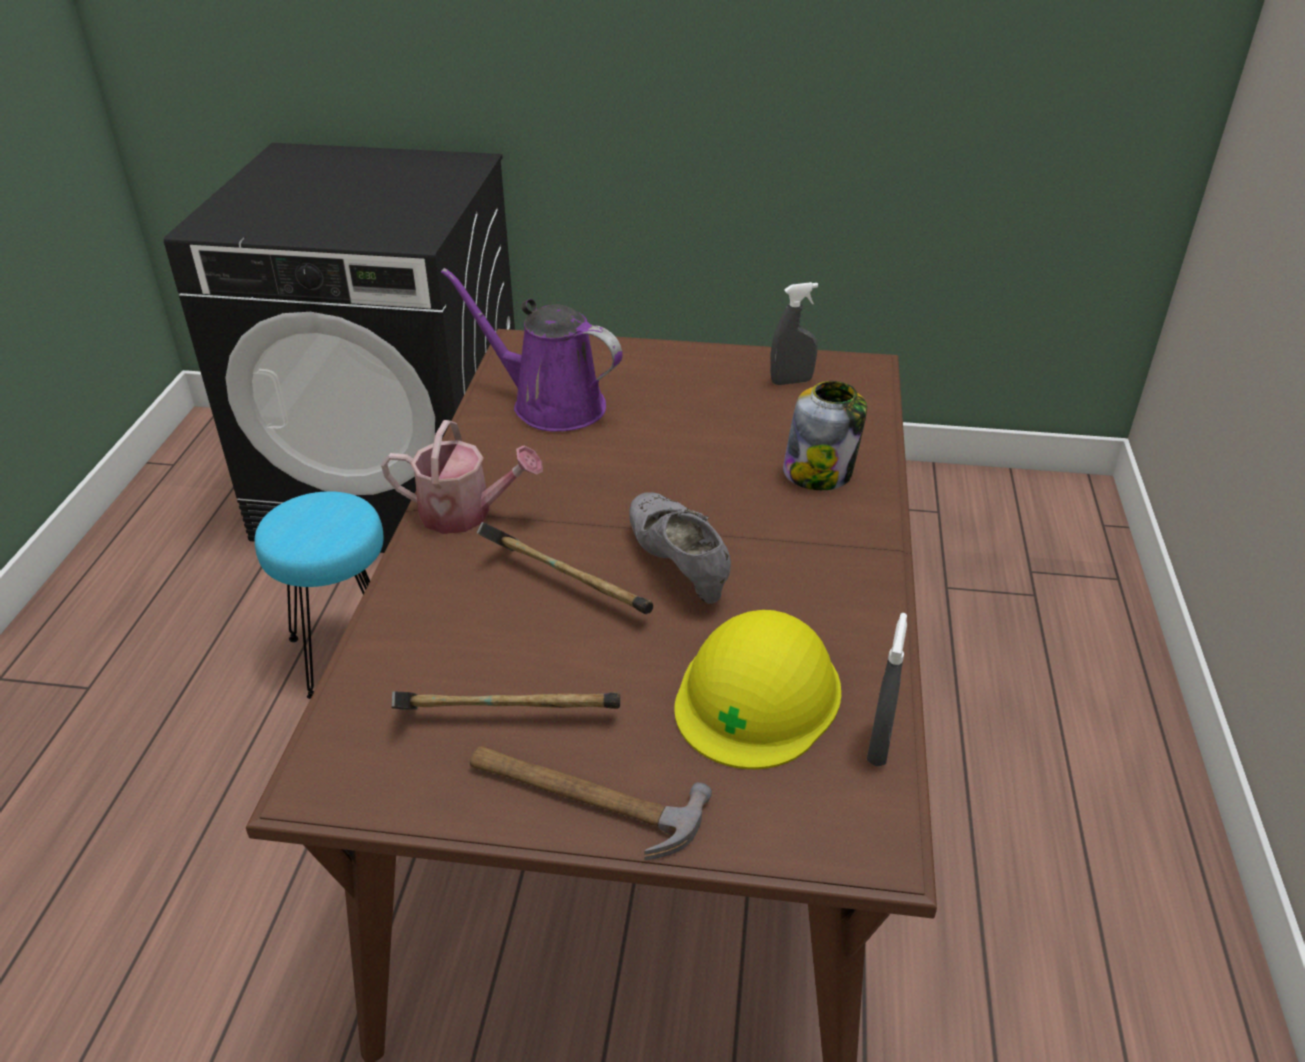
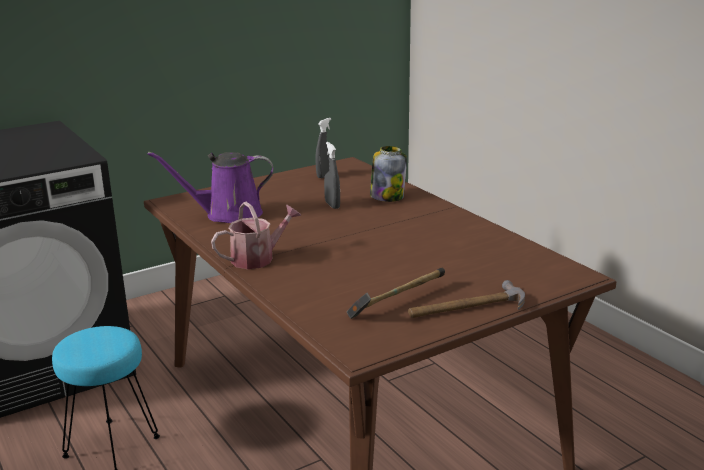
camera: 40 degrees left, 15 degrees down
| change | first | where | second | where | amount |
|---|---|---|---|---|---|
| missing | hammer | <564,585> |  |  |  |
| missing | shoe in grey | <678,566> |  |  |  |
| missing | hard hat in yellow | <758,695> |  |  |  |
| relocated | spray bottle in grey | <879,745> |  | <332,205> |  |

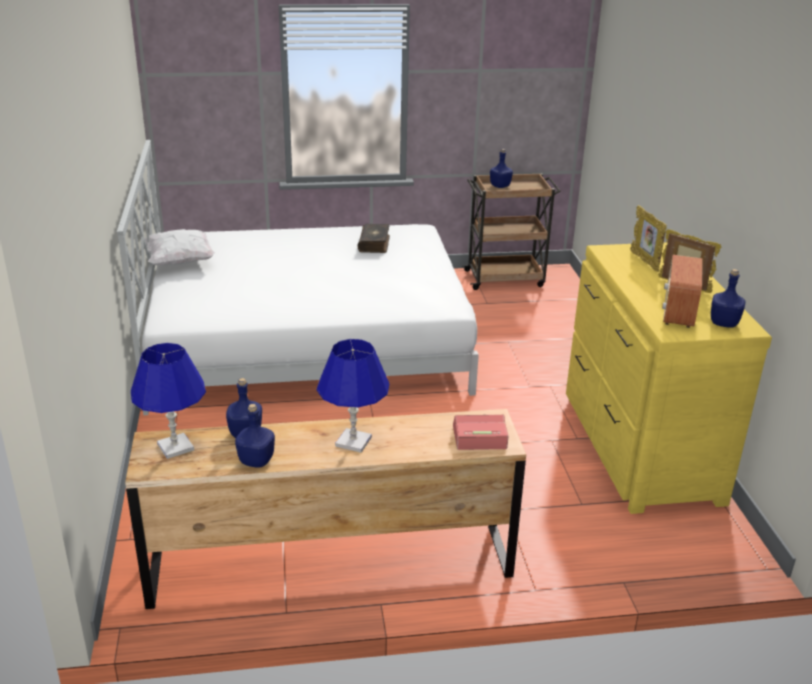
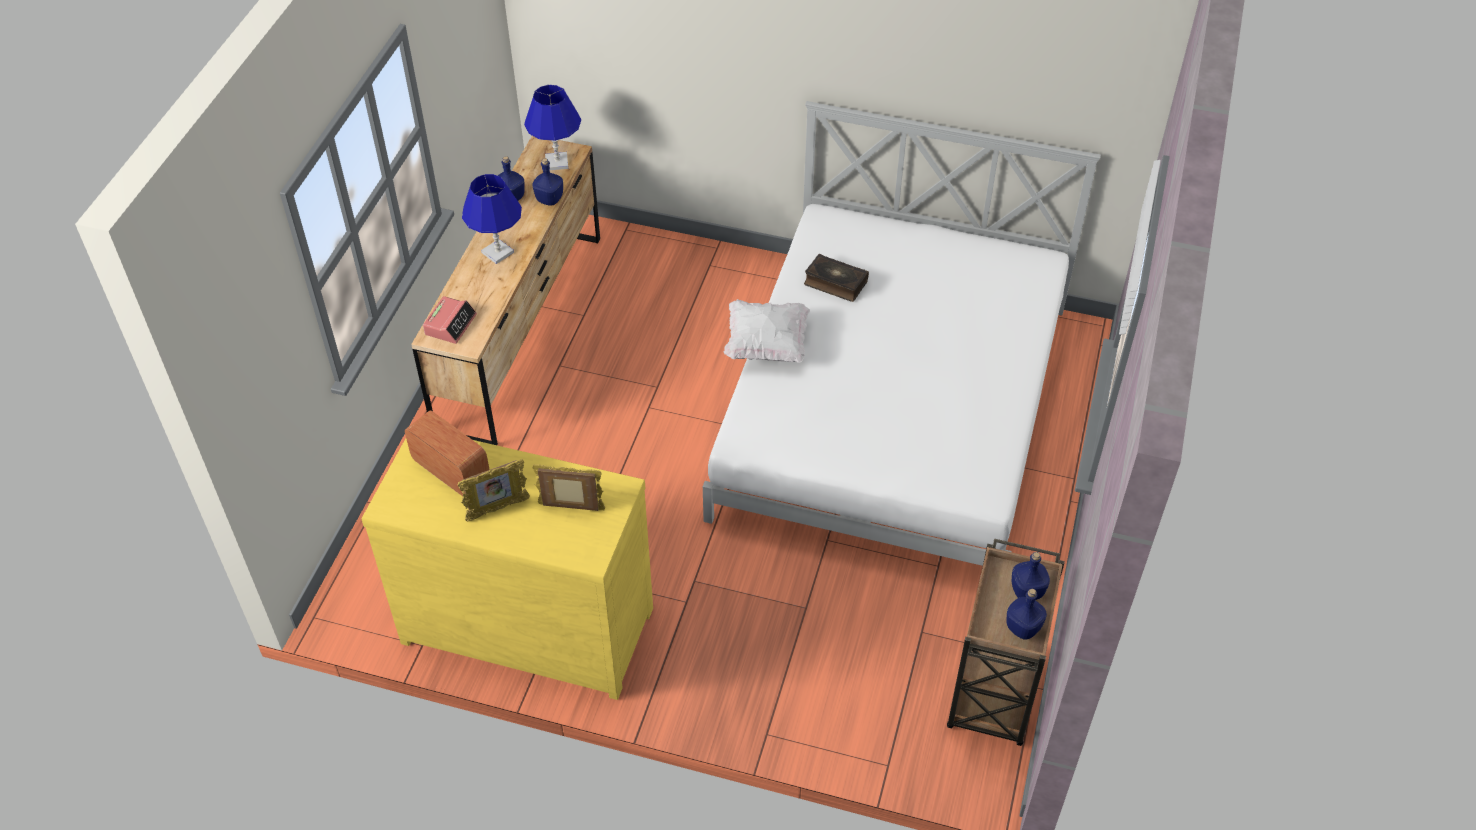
camera: 115 degrees right, 20 degrees up
| change | first | where | second | where | amount |
|---|---|---|---|---|---|
| relocated | pillow in white | <180,262> |  | <766,344> |  |
| relocated | book | <375,244> |  | <835,283> |  |
| relocated | bottle in blue | <723,323> |  | <1023,628> |  |

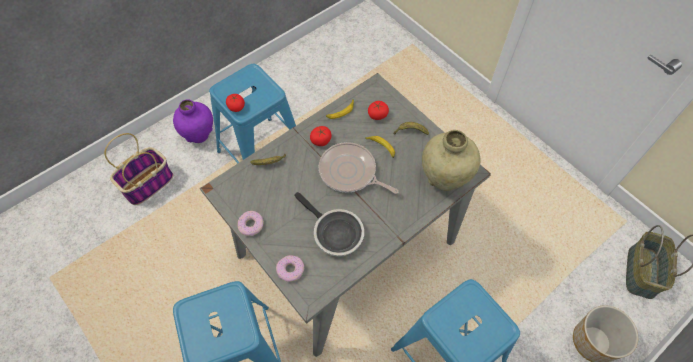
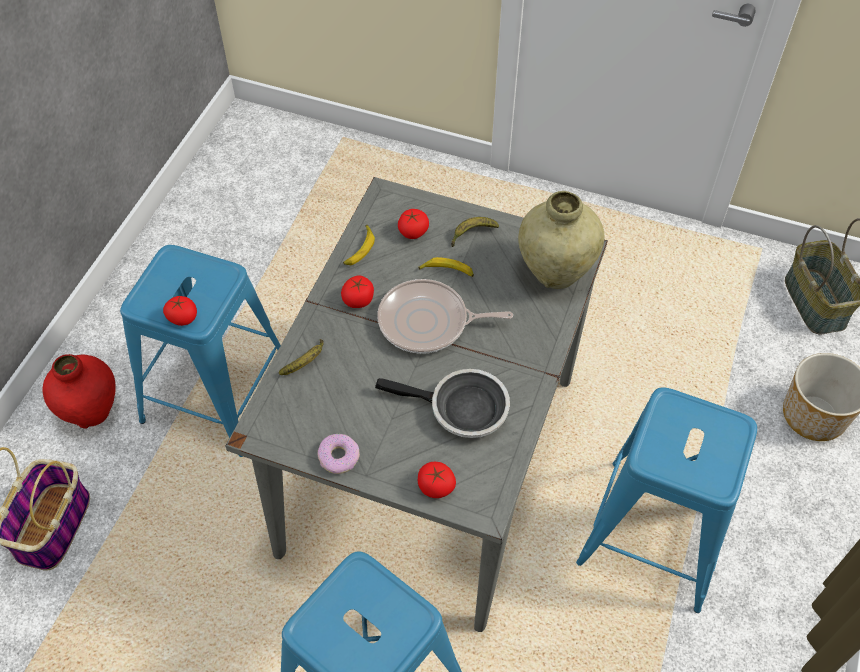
camera: 30 degrees left, 5 degrees down
| change | first | where | second | where | amount |
|---|---|---|---|---|---|
| colour | vase in purple | <199,134> | vase in red | <91,411> |  |
| exchanged | donut | <290,270> | tomato | <436,486> |  |

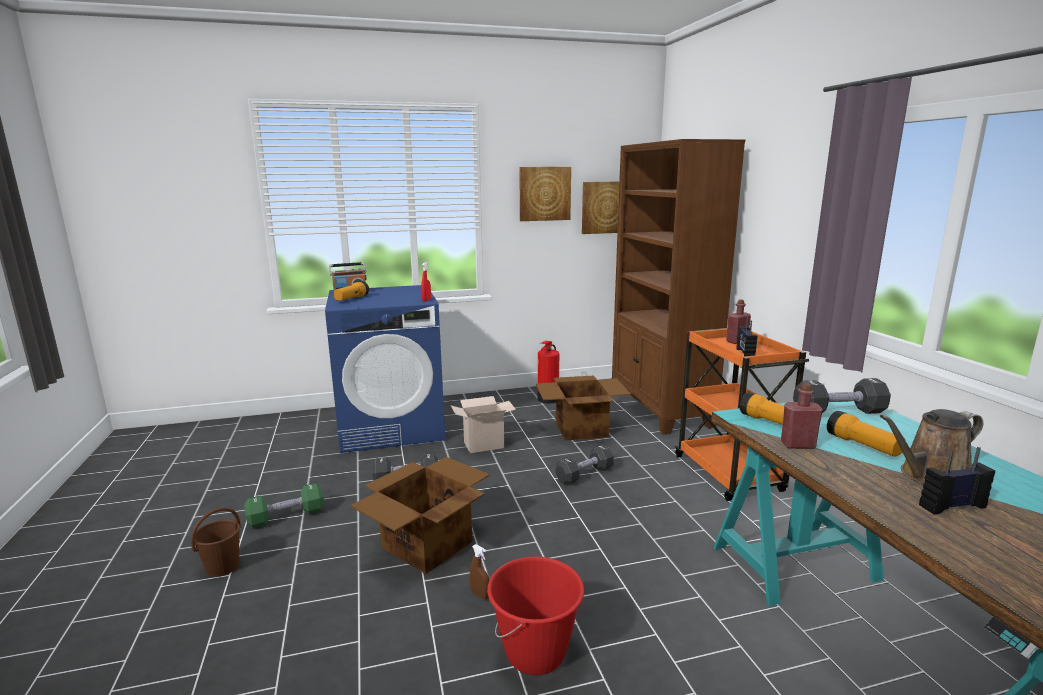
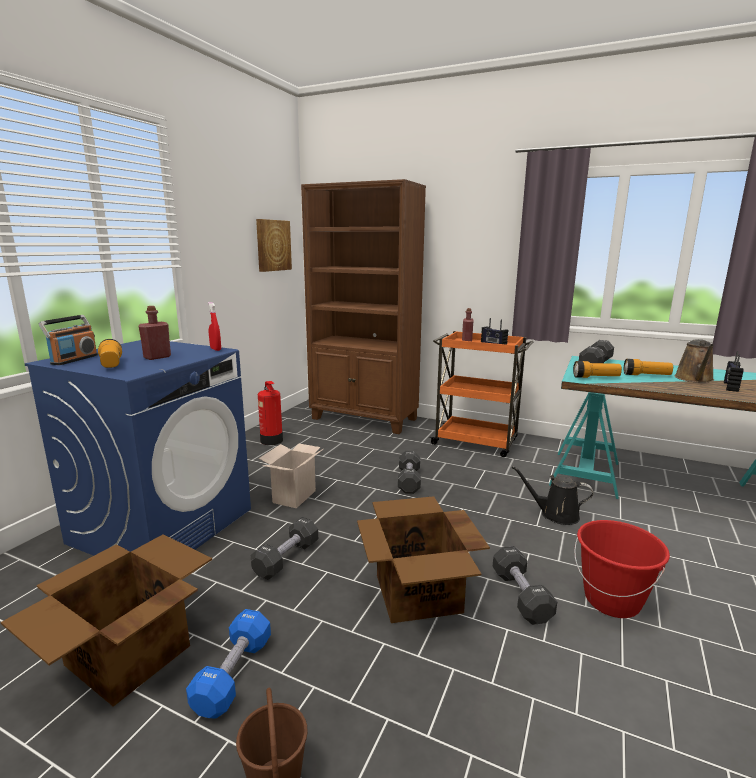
camera: 50 degrees left, 0 degrees up
| change | first | where | second | where | amount |
|---|---|---|---|---|---|
| colour | dumbbell in green | <286,516> | dumbbell in blue | <233,674> |  |
| exchanged | spray bottle in brown | <480,595> | dumbbell in black | <521,596> |  |
| missing | picture | <544,193> |  |  |  |
| relocated | cardboard box | <580,429> |  | <126,656> |  |
| relocated | bottle in red | <798,445> |  | <157,357> |  |
| appeared |  |  | watering can in black | <555,514> |  |

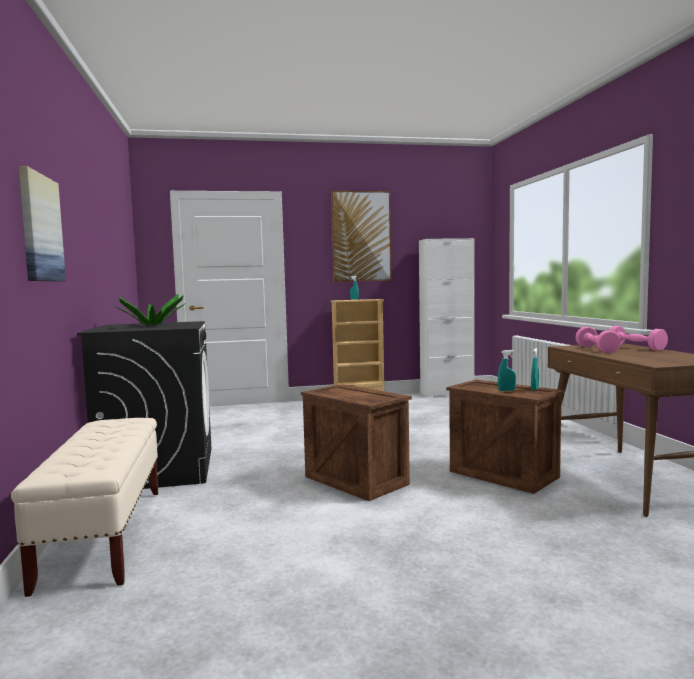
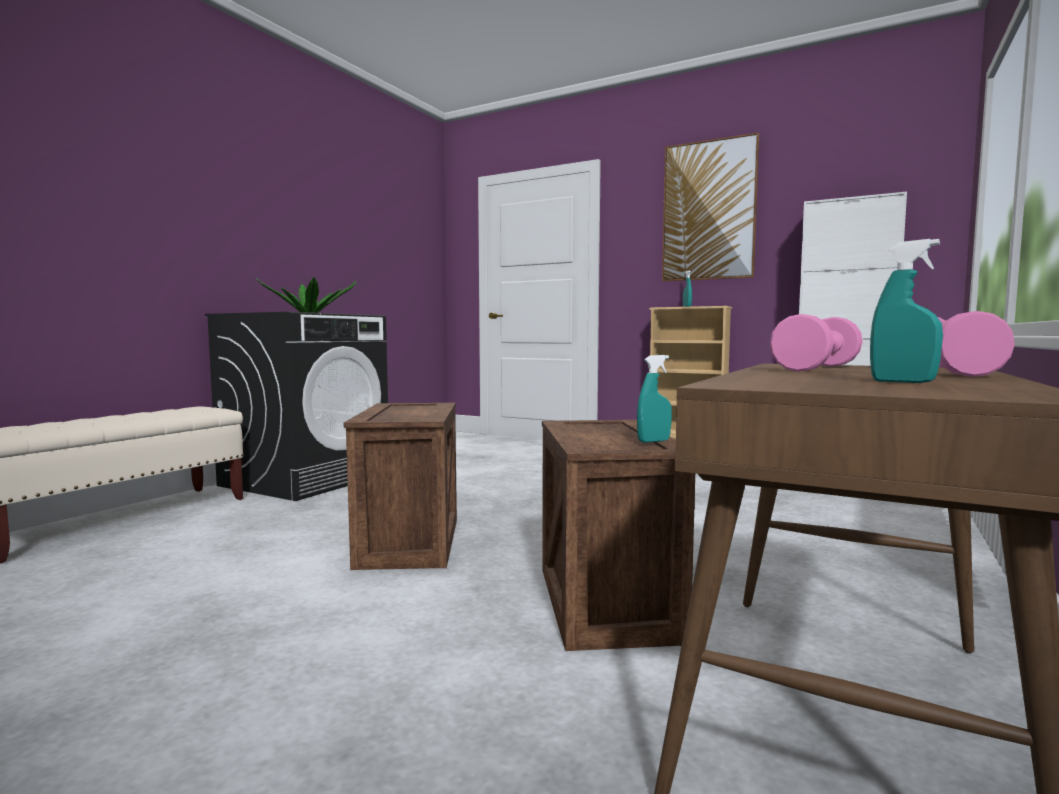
camera: 40 degrees right, 0 degrees up
| change | first | where | second | where | amount |
|---|---|---|---|---|---|
| missing | picture | <40,228> |  |  |  |
| relocated | spray bottle in turquoise | <506,390> |  | <902,382> |  |

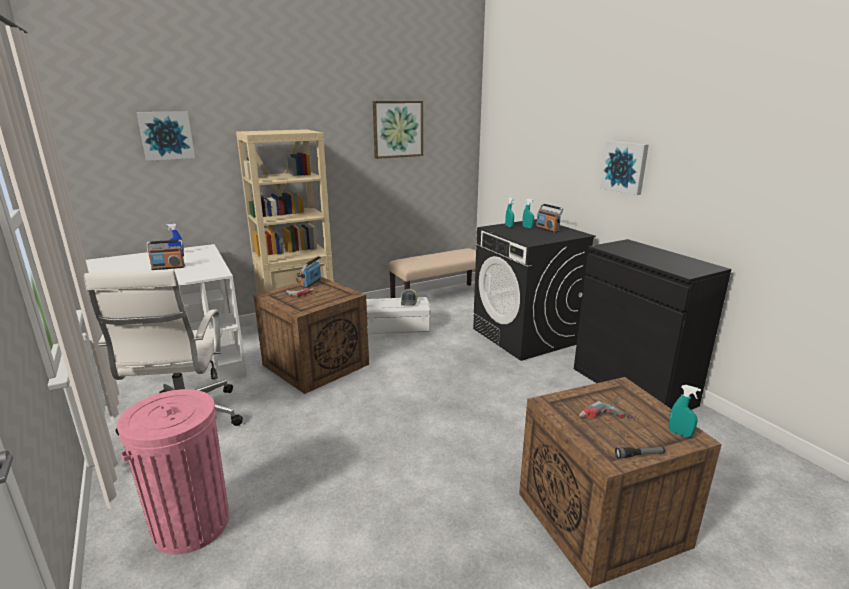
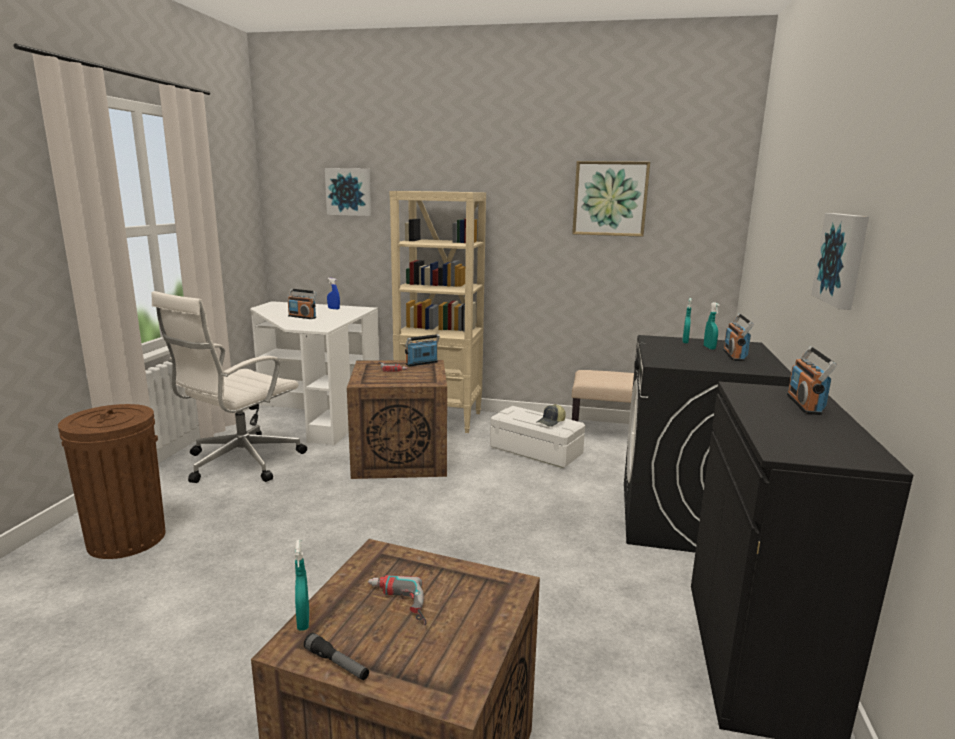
camera: 40 degrees right, 5 degrees down
| change | first | where | second | where | amount |
|---|---|---|---|---|---|
| colour | trash can in pink | <191,524> | trash can in brown | <127,538> |  |
| relocated | spray bottle in turquoise | <680,433> |  | <303,621> |  |
| appeared |  |  | radio | <804,404> |  |

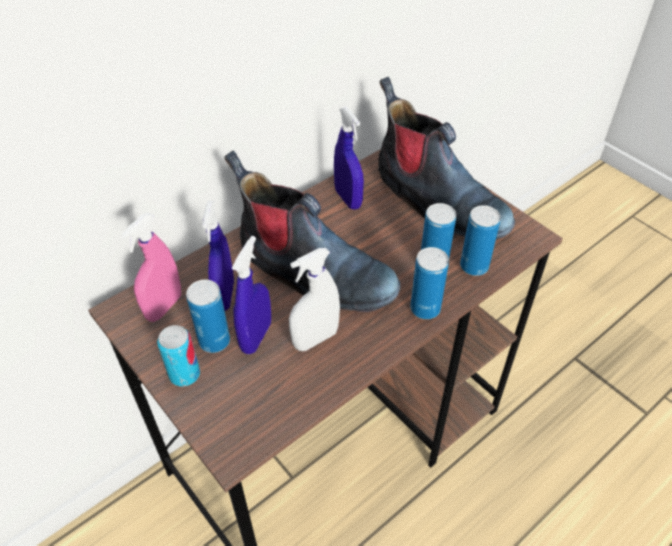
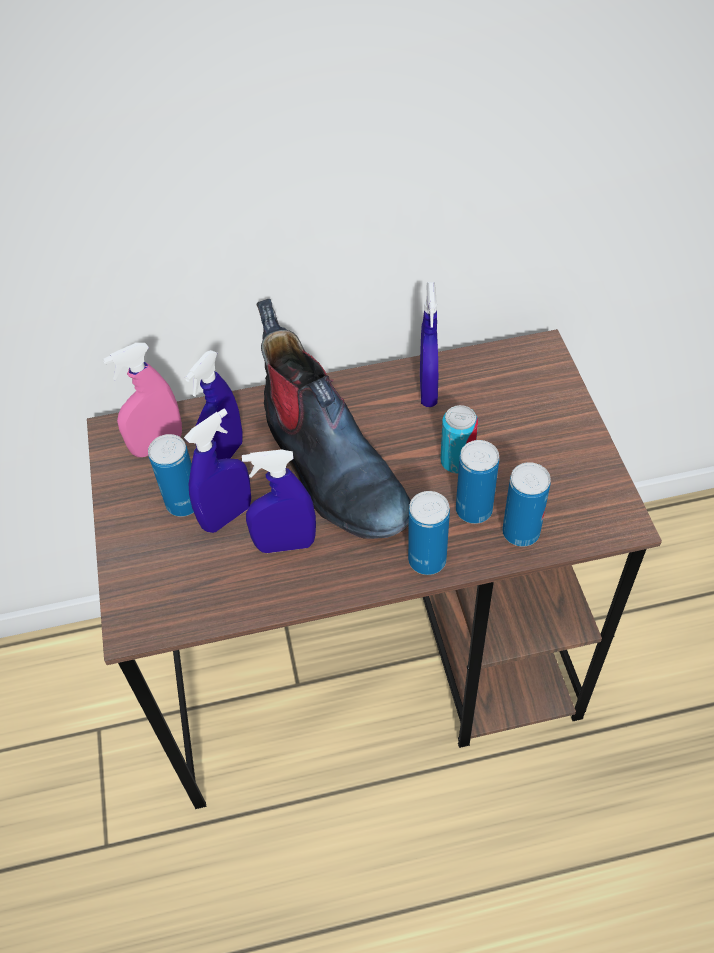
camera: 30 degrees right, 5 degrees up
| change | first | where | second | where | amount |
|---|---|---|---|---|---|
| relocated | can | <184,374> |  | <457,461> |  |
| colour | spray bottle in white | <315,339> | spray bottle in blue | <285,544> |  |
| missing | boot | <437,202> |  |  |  |

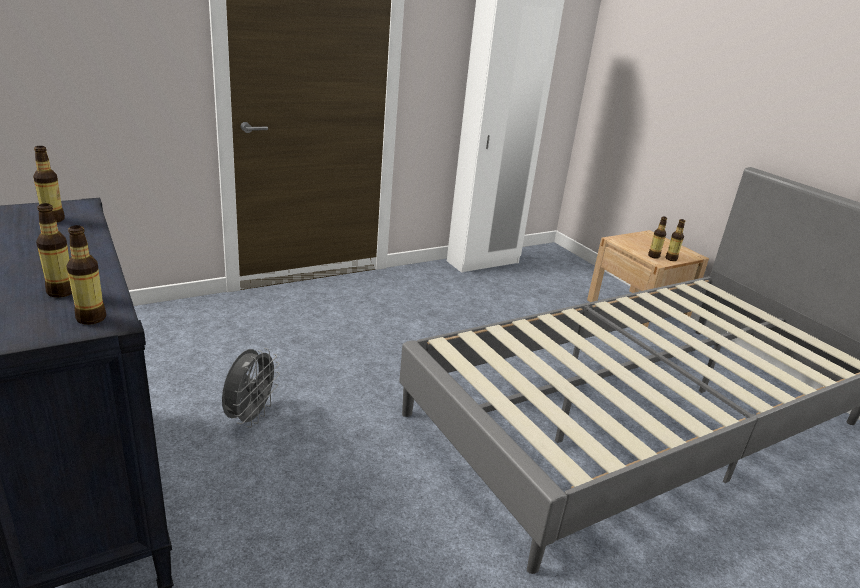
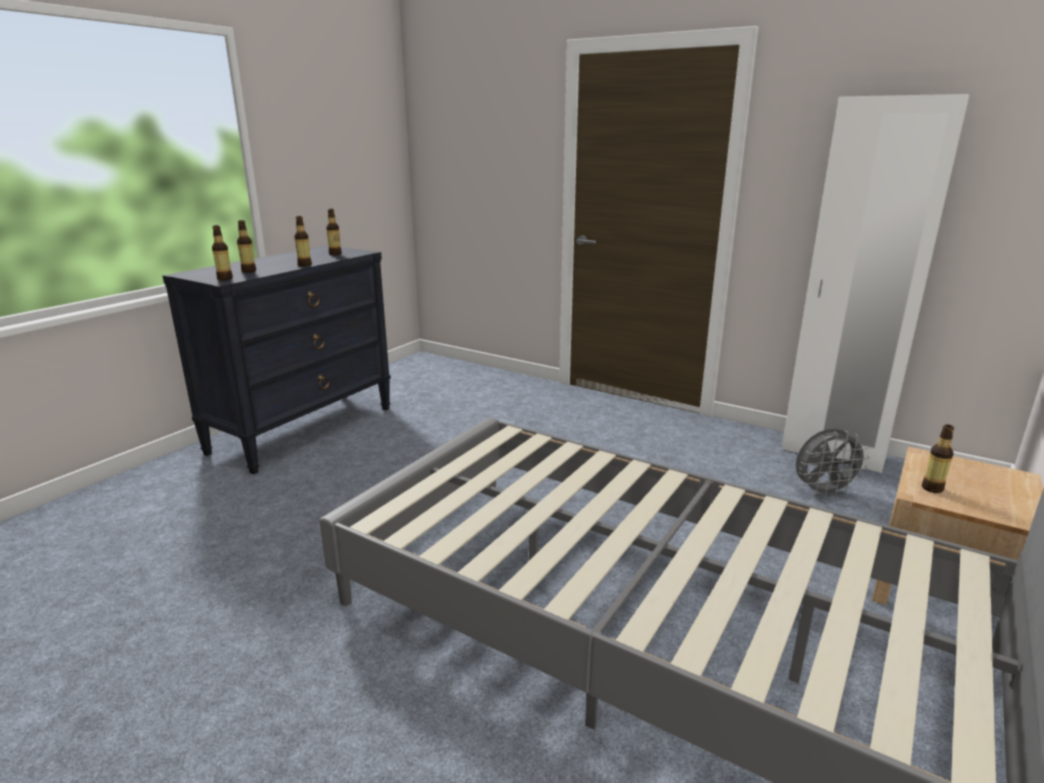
camera: 65 degrees right, 5 degrees down
| change | first | where | second | where | amount |
|---|---|---|---|---|---|
| relocated | fan in grey | <250,417> |  | <823,492> |  |
| relocated | bottle | <671,259> |  | <304,265> |  |

